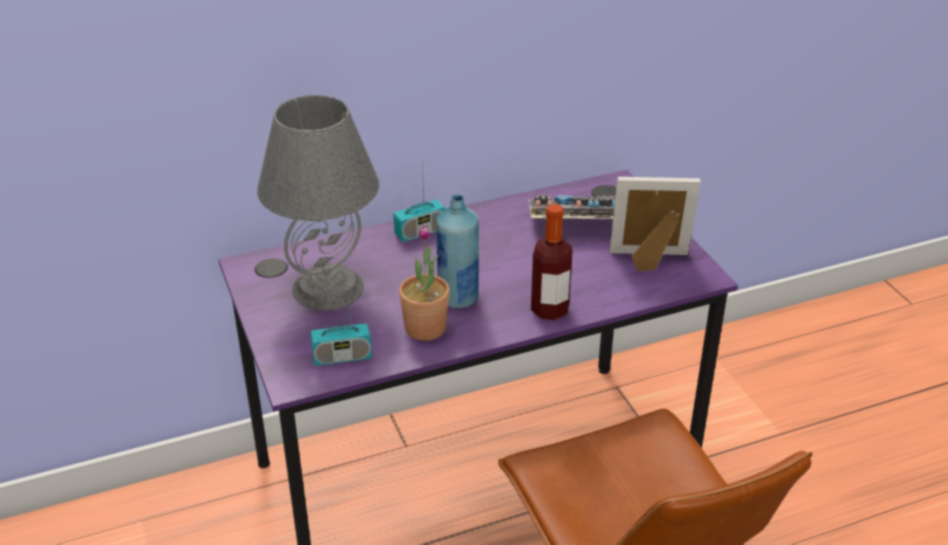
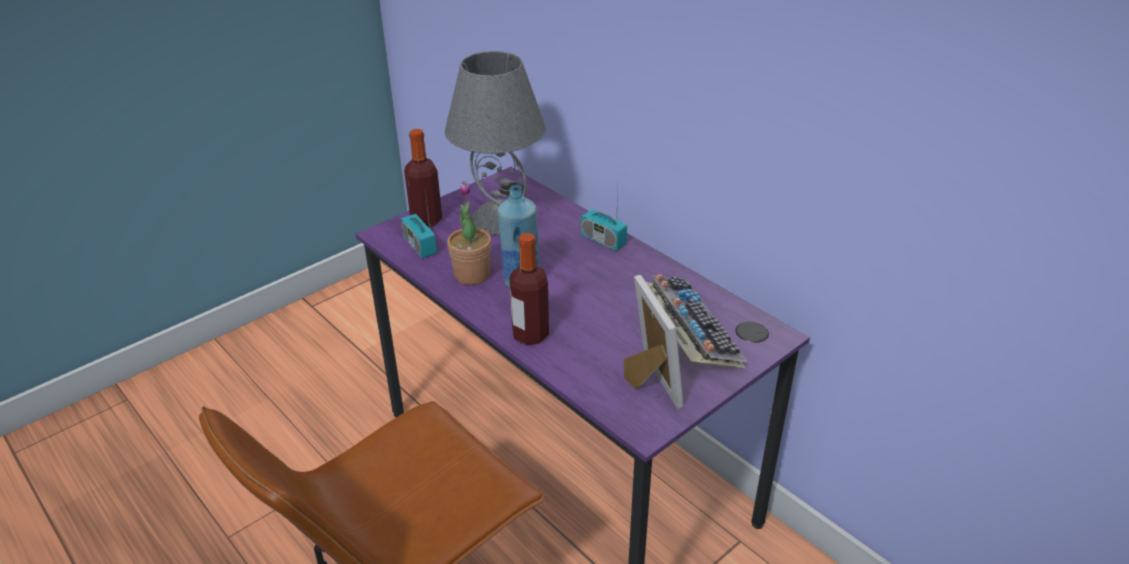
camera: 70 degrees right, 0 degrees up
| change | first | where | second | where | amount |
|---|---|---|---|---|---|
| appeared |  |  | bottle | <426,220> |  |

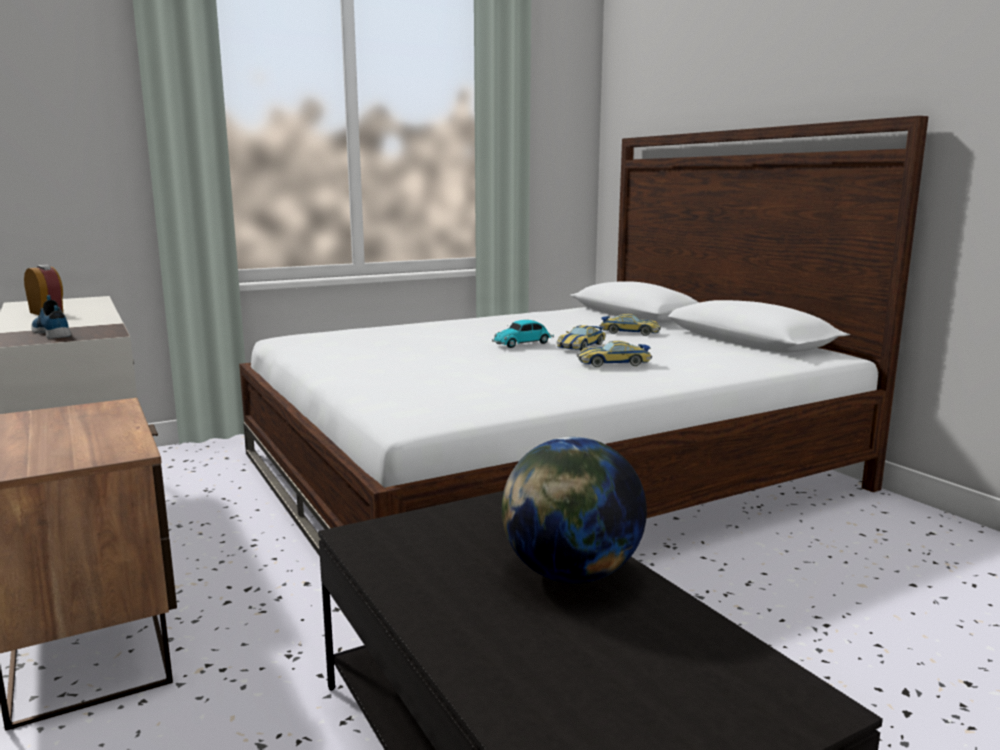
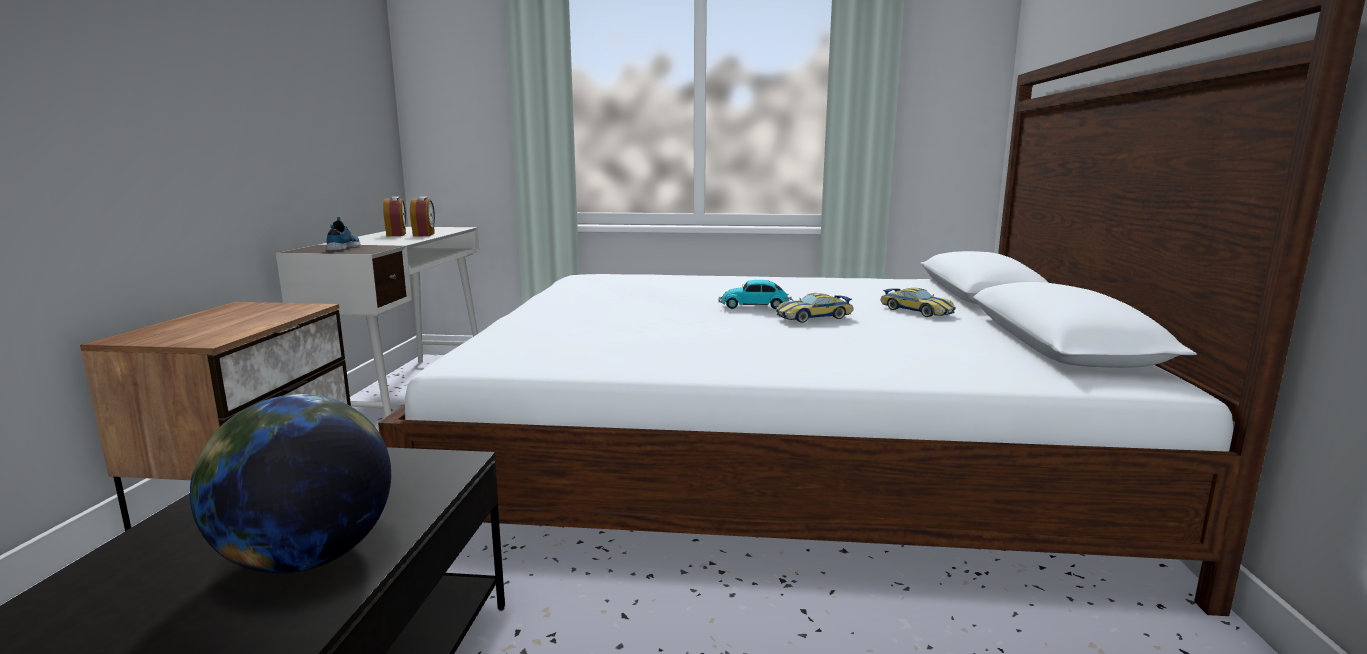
camera: 35 degrees right, 0 degrees up
| change | first | where | second | where | amount |
|---|---|---|---|---|---|
| missing | toy car | <614,363> |  |  |  |
| appeared |  |  | alarm clock | <424,235> |  |

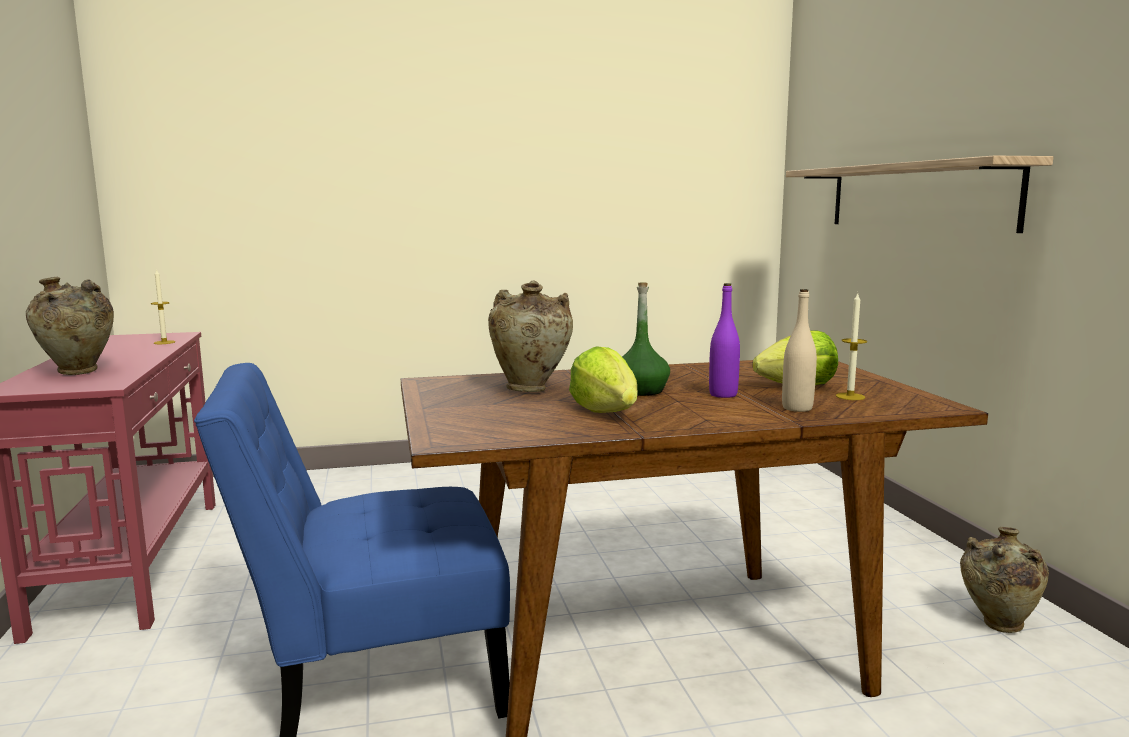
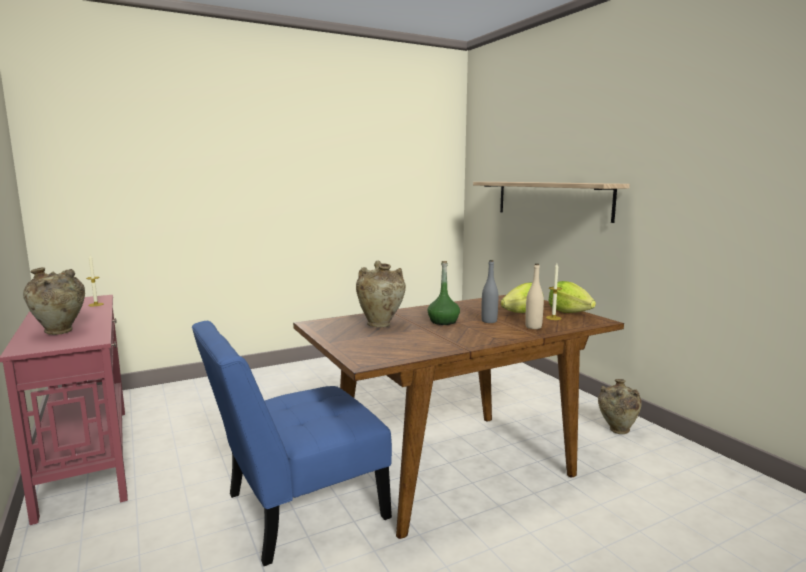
camera: 15 degrees left, 0 degrees up
| change | first | where | second | where | amount |
|---|---|---|---|---|---|
| relocated | lettuce | <606,411> |  | <569,312> |  |
| colour | bottle in purple | <723,395> | bottle in grey | <489,321> |  |

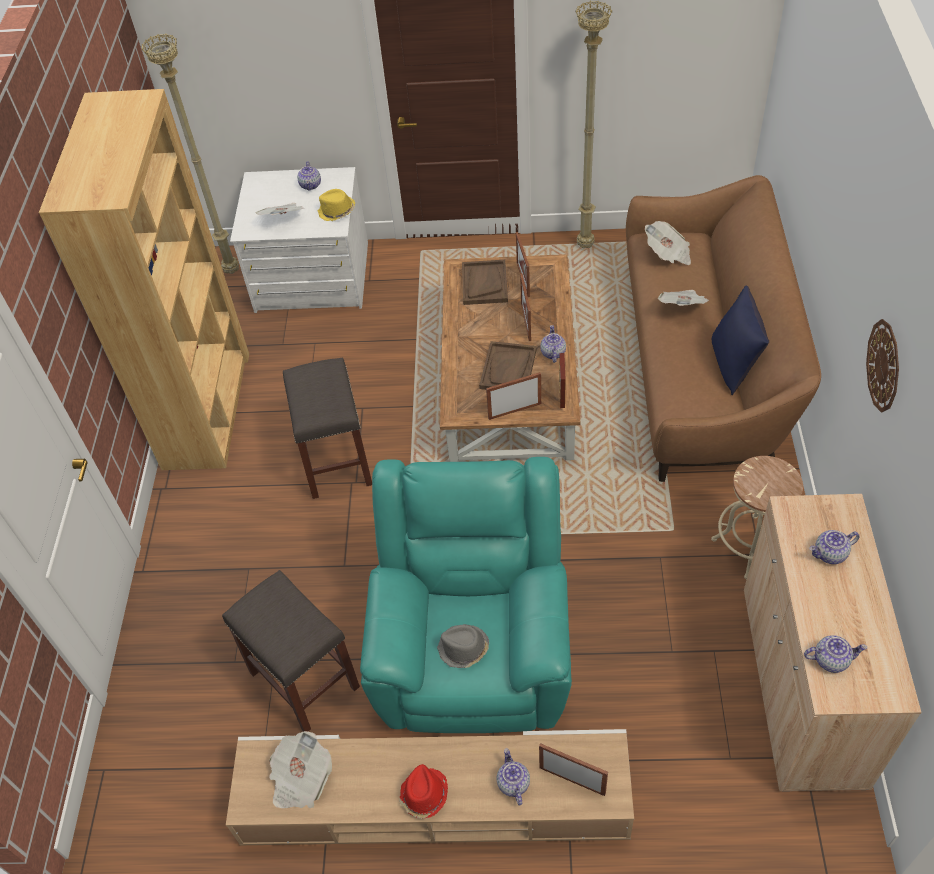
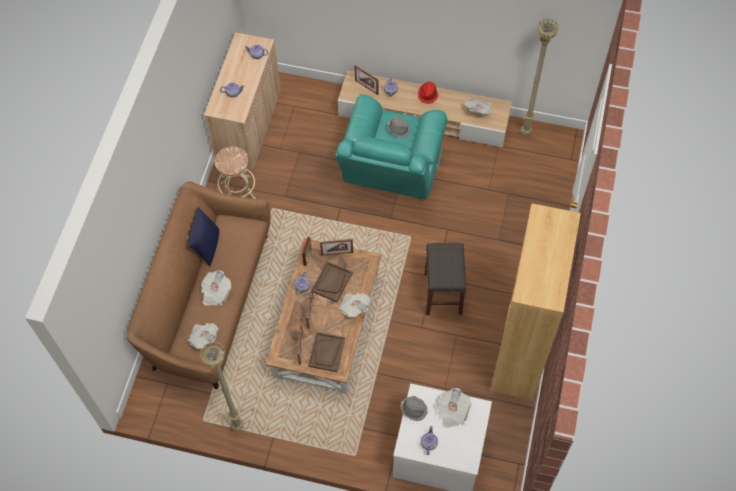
camera: 170 degrees left, 10 degrees up
| change | first | where | second | where | amount |
|---|---|---|---|---|---|
| relocated | floor lamp in beige | <231,272> |  | <526,132> |  |
| missing | stool in grey | <303,679> |  |  |  |
| colour | hat in yellow | <337,211> | hat in grey | <414,409> |  |
| missing | wall clock | <884,365> |  |  |  |
| appeared |  |  | newspaper | <354,307> |  |

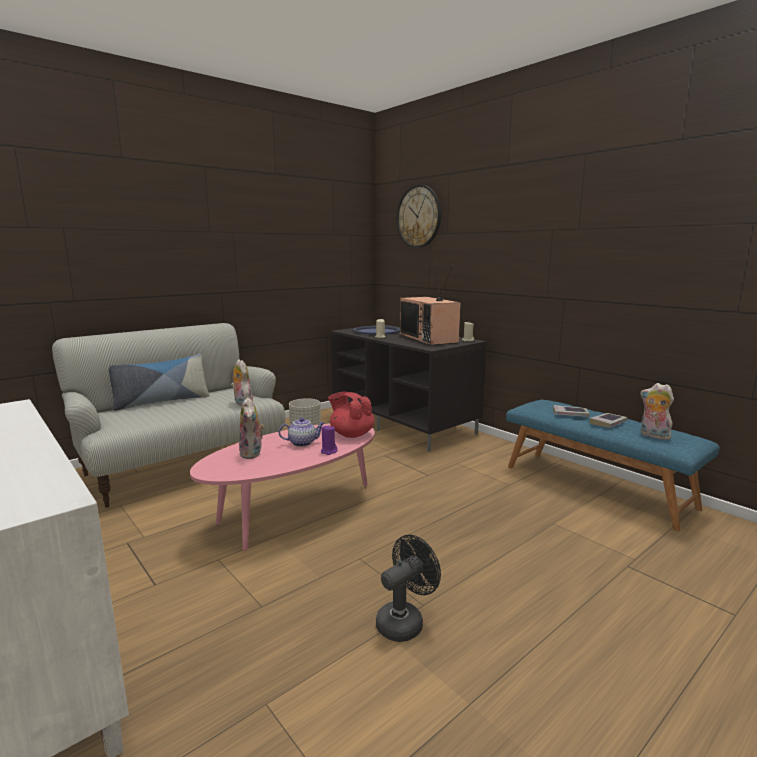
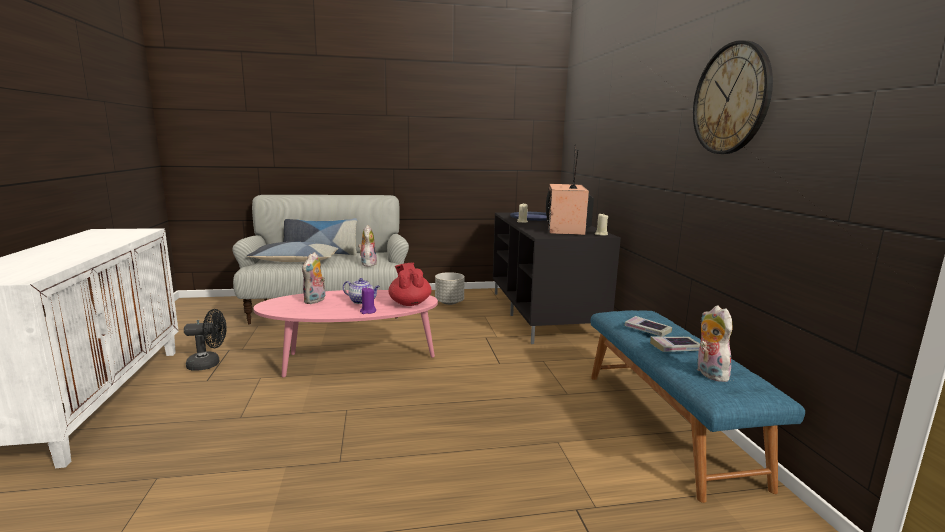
camera: 30 degrees right, 0 degrees up
| change | first | where | second | where | amount |
|---|---|---|---|---|---|
| relocated | fan in black | <405,621> |  | <209,364> |  |
| relocated | wall clock | <419,216> |  | <731,99> |  |
| appeared |  |  | pillow | <295,261> |  |

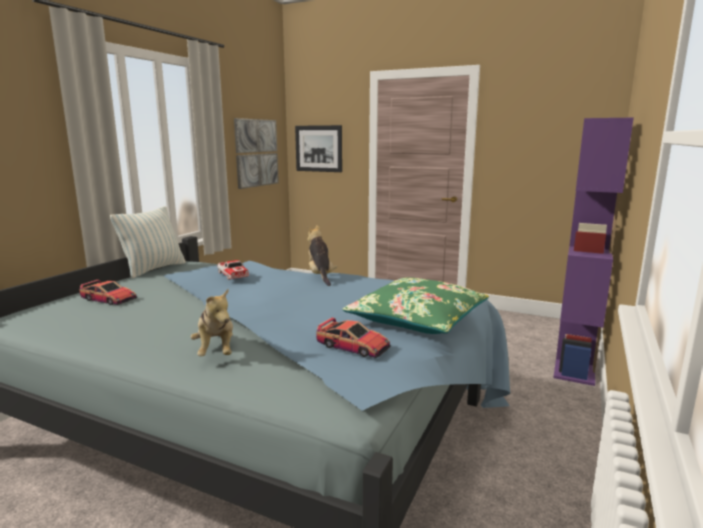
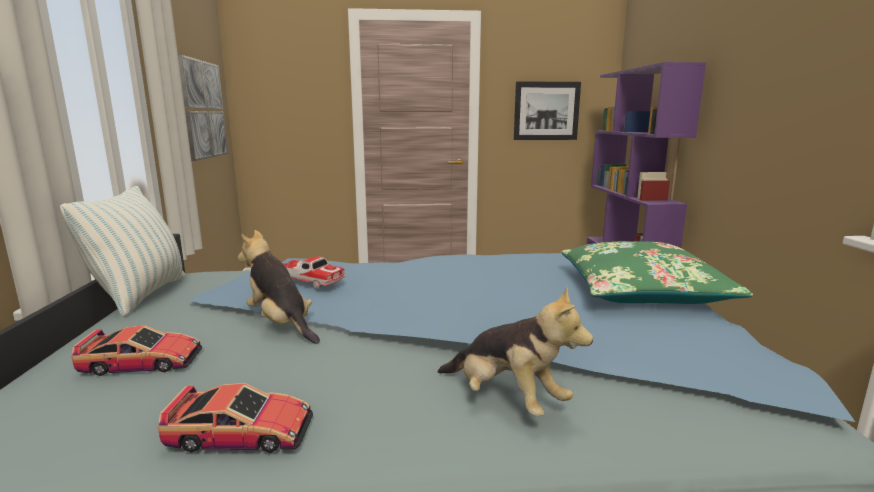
camera: 30 degrees left, 0 degrees up
| change | first | where | second | where | amount |
|---|---|---|---|---|---|
| relocated | picture | <318,148> |  | <546,111> |  |
| relocated | plush toy | <320,276> |  | <281,324> |  |
| relocated | toy car | <353,346> |  | <242,433> |  |

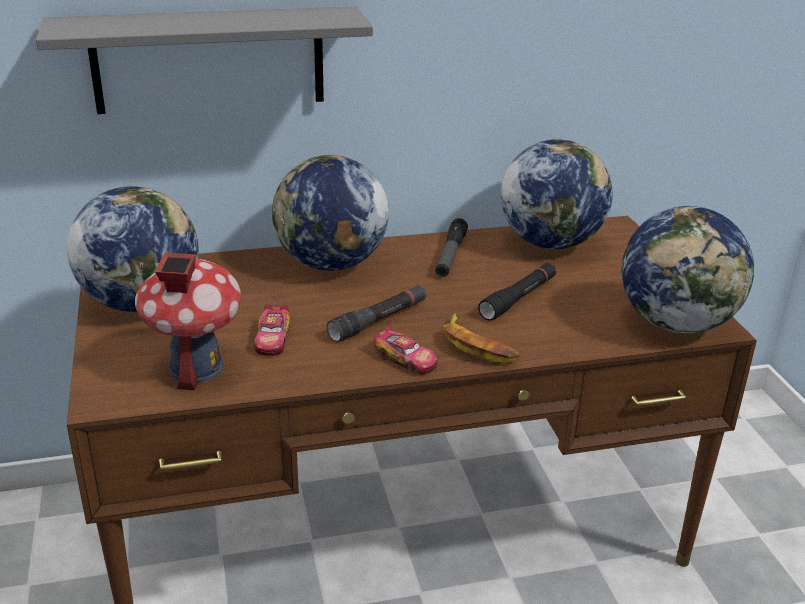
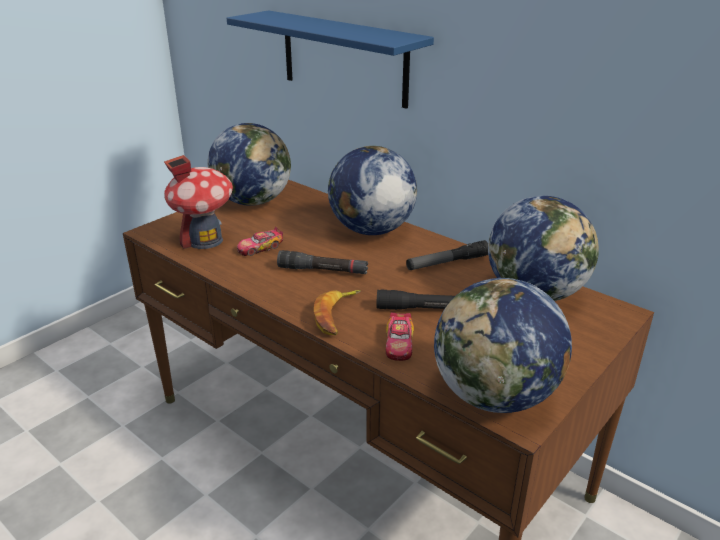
camera: 55 degrees right, 0 degrees up
| change | first | where | second | where | amount |
|---|---|---|---|---|---|
| colour | shelf in grey | <209,60> | shelf in blue | <344,58> |  |
| relocated | toy car | <406,360> |  | <399,344> |  |

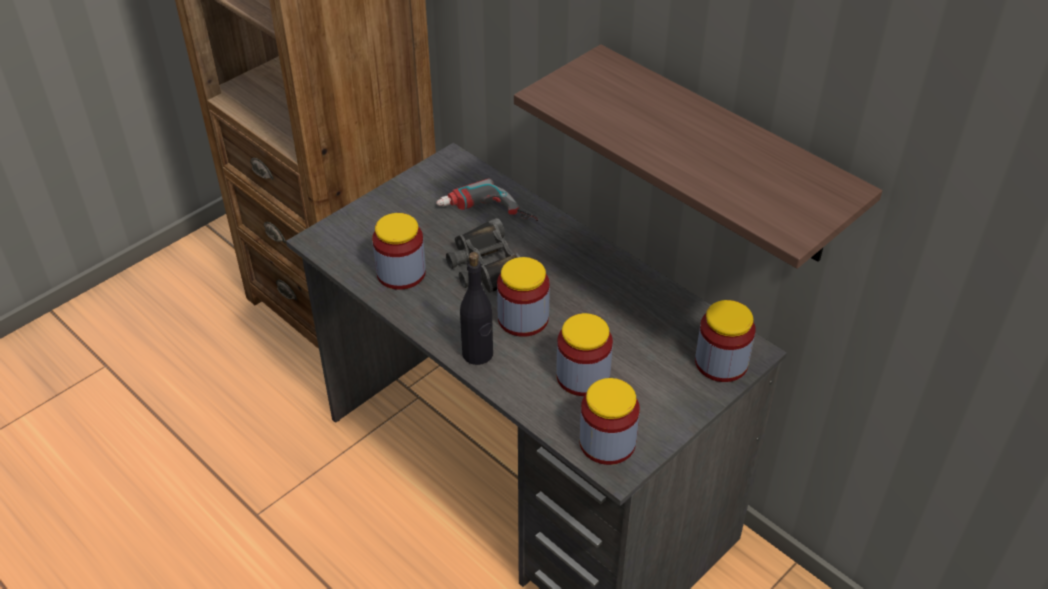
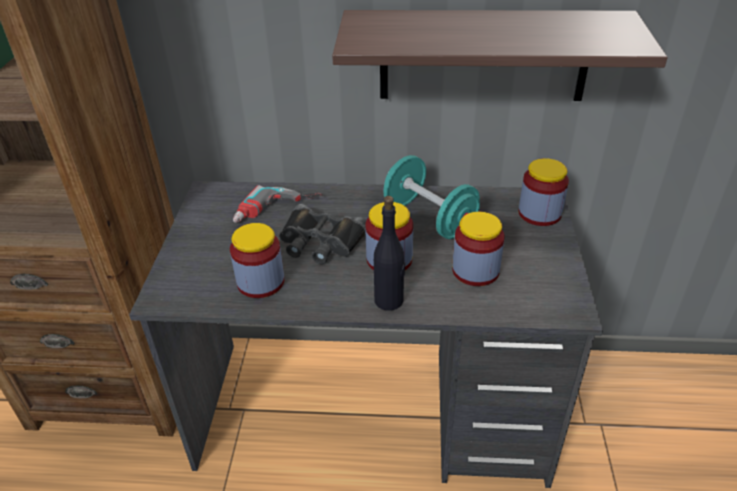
camera: 40 degrees left, 5 degrees down
| change | first | where | second | where | amount |
|---|---|---|---|---|---|
| missing | jar | <607,442> |  |  |  |
| appeared |  |  | dumbbell in turquoise | <429,218> |  |

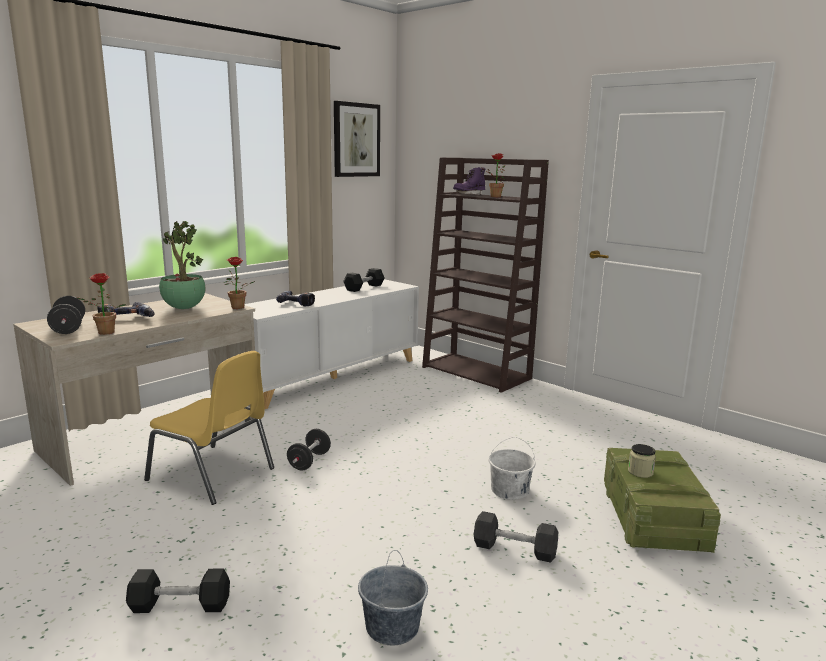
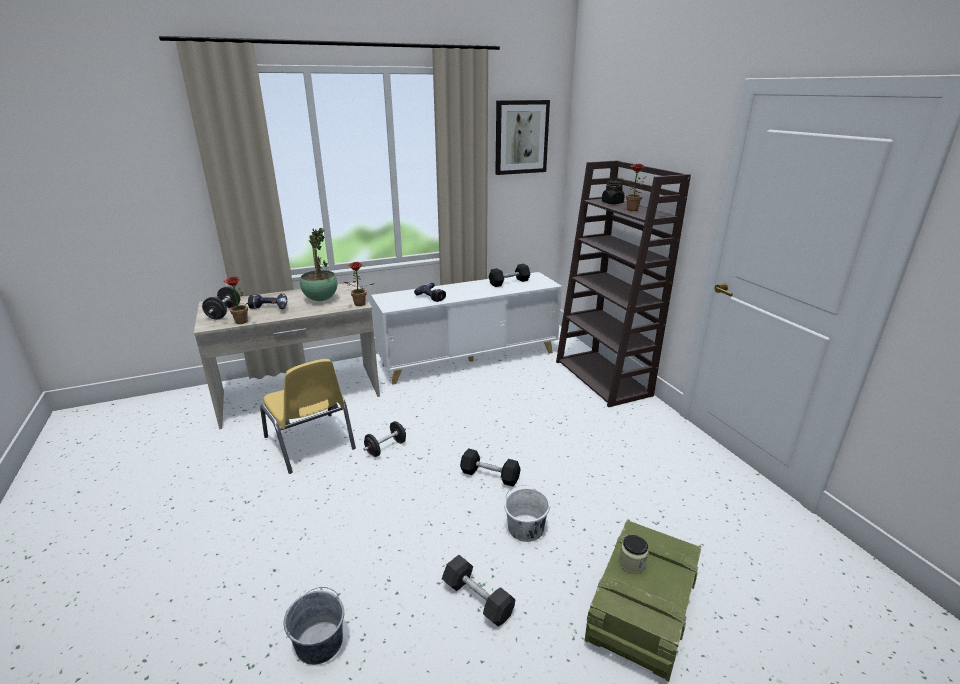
camera: 25 degrees right, 10 degrees up
| change | first | where | second | where | amount |
|---|---|---|---|---|---|
| relocated | dumbbell in black | <180,605> |  | <490,475> |  |
| exchanged | boot in purple | <469,194> | jar in black | <612,203> |  |

